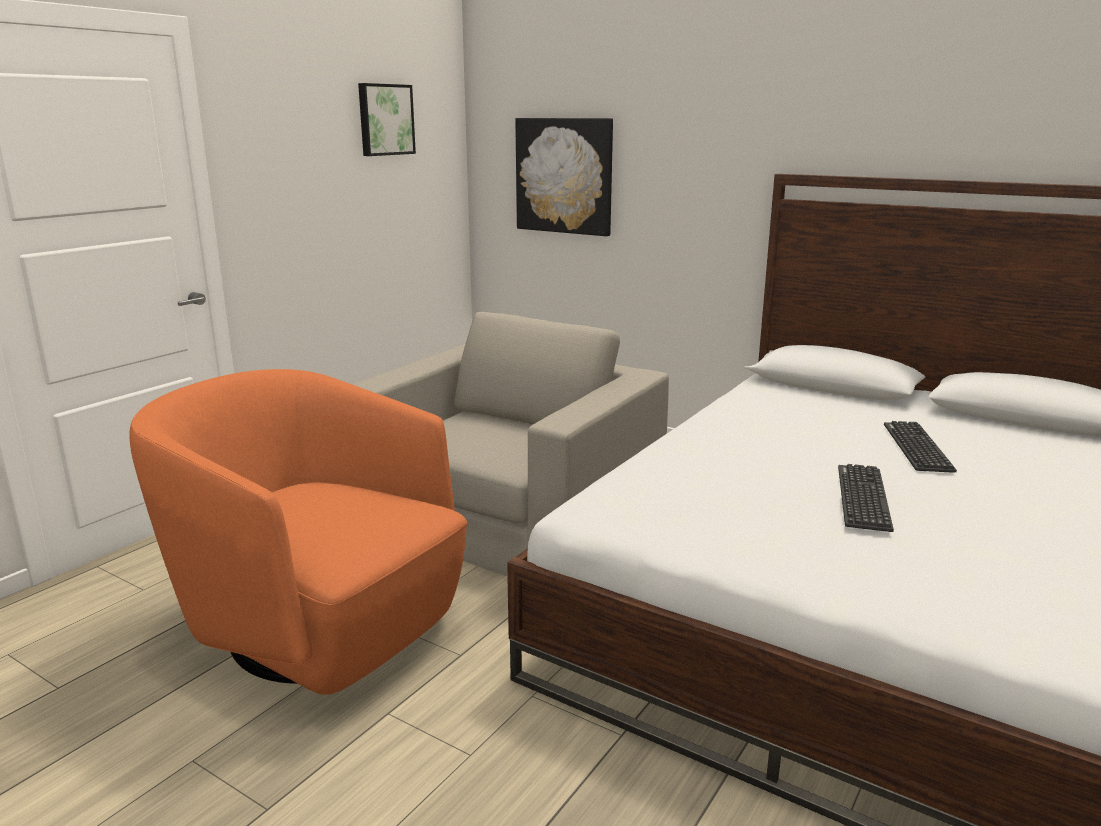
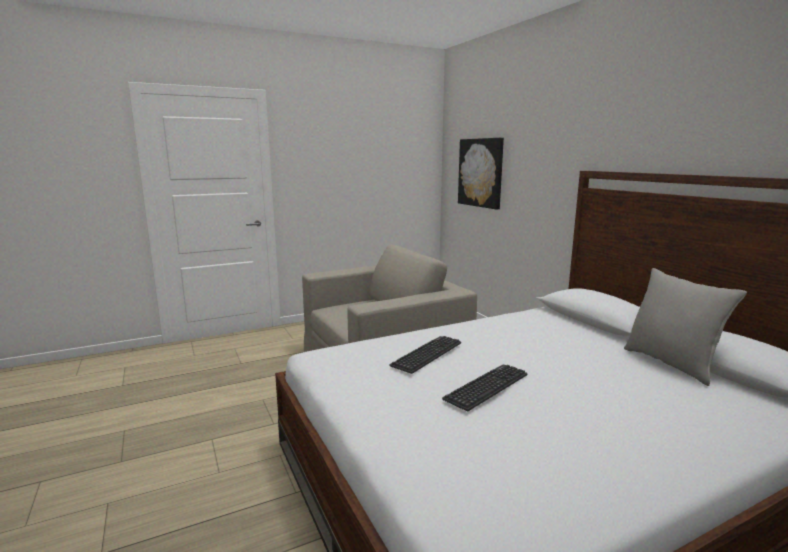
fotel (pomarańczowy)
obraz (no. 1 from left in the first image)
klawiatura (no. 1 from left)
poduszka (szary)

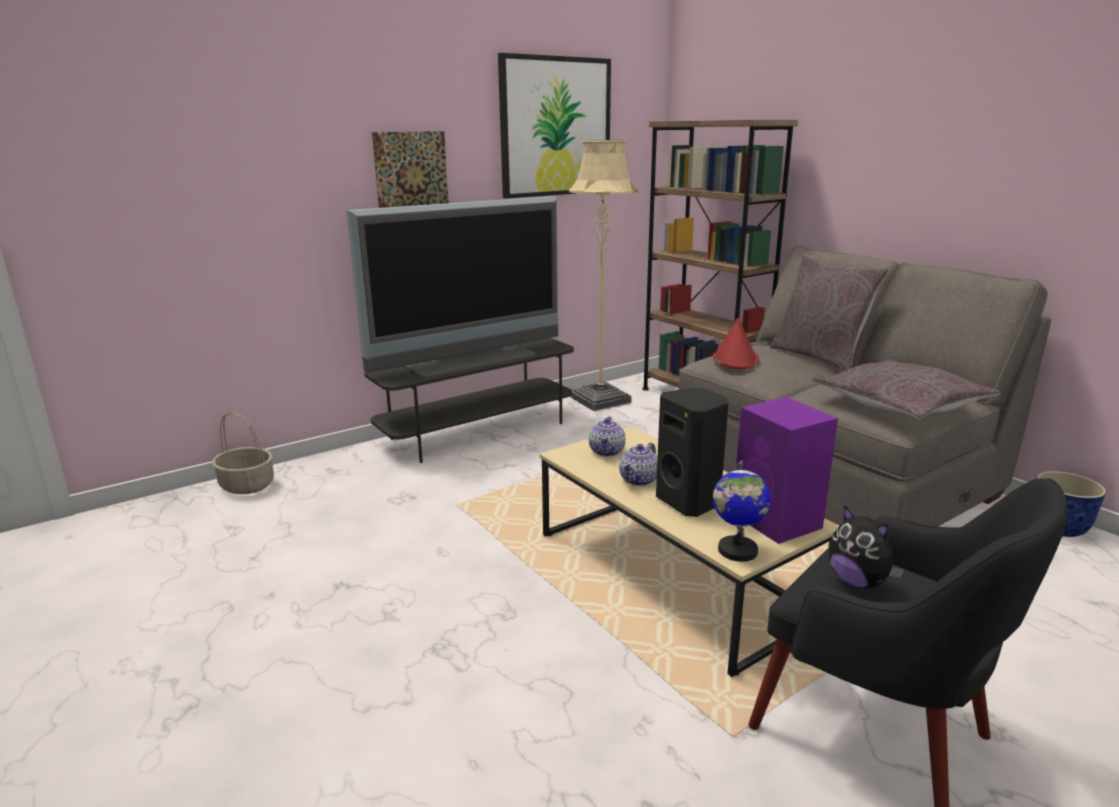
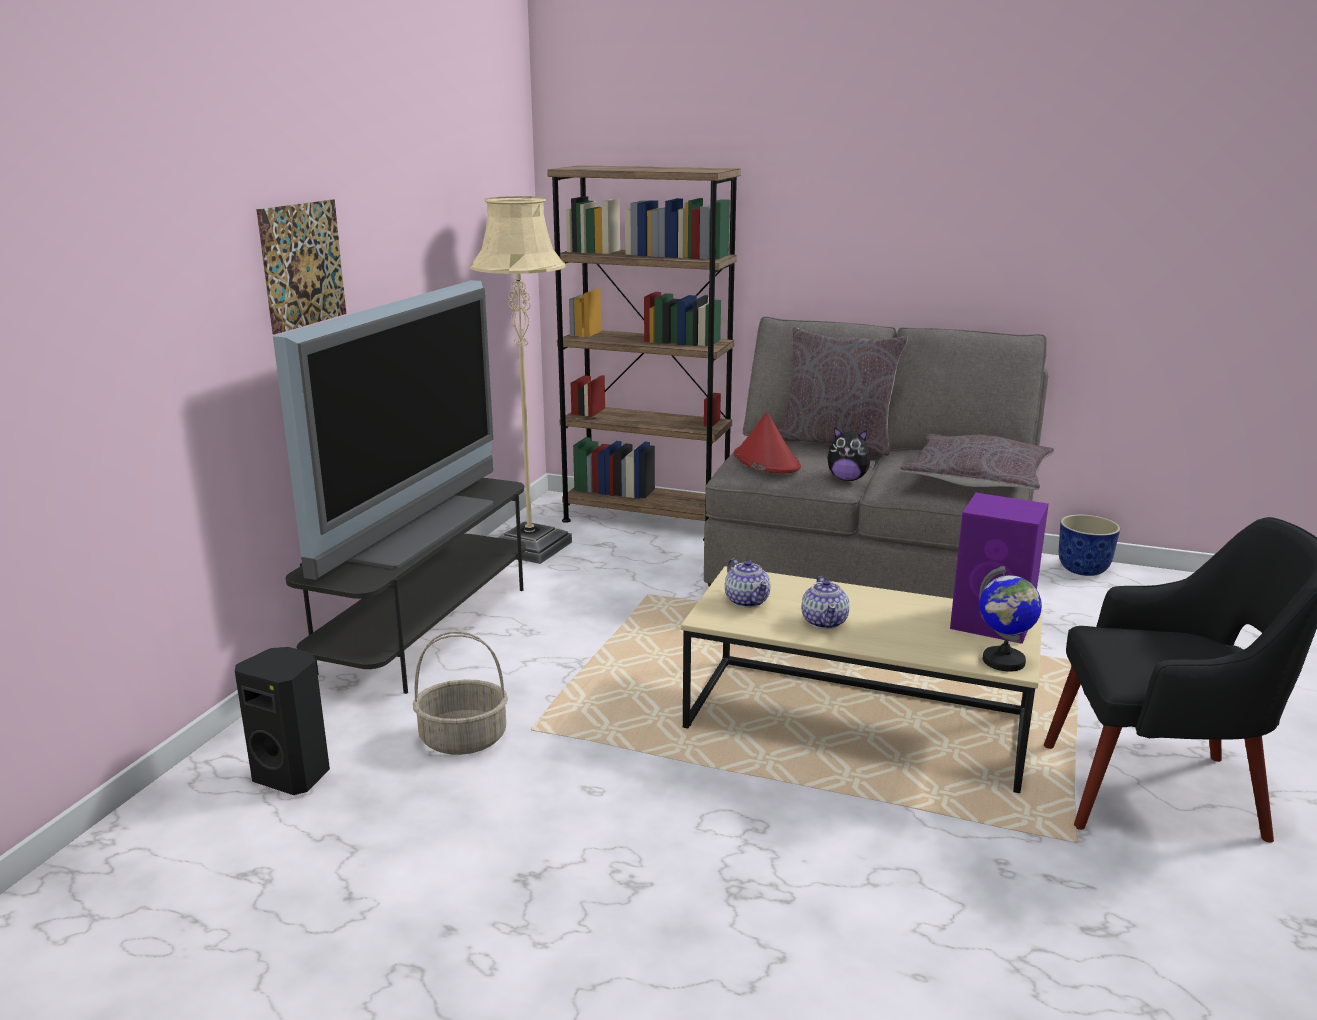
koszyk
obraz (no. 2 from left in the first image)
głośnik (czarny)
pluszak

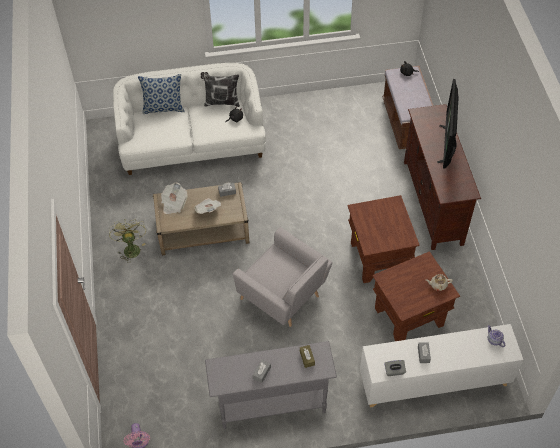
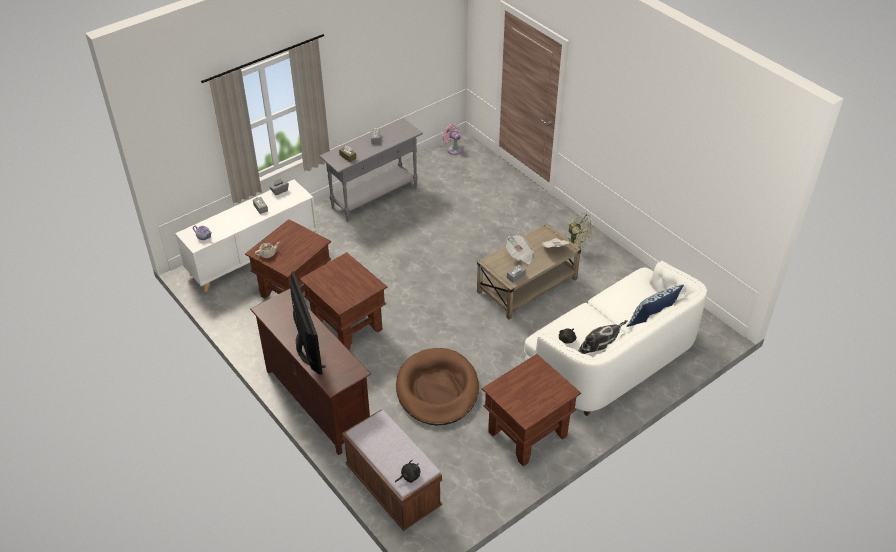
fotel (szary)
legowisko (brązowy)
stolik (brązowy) (no. 3 from left)

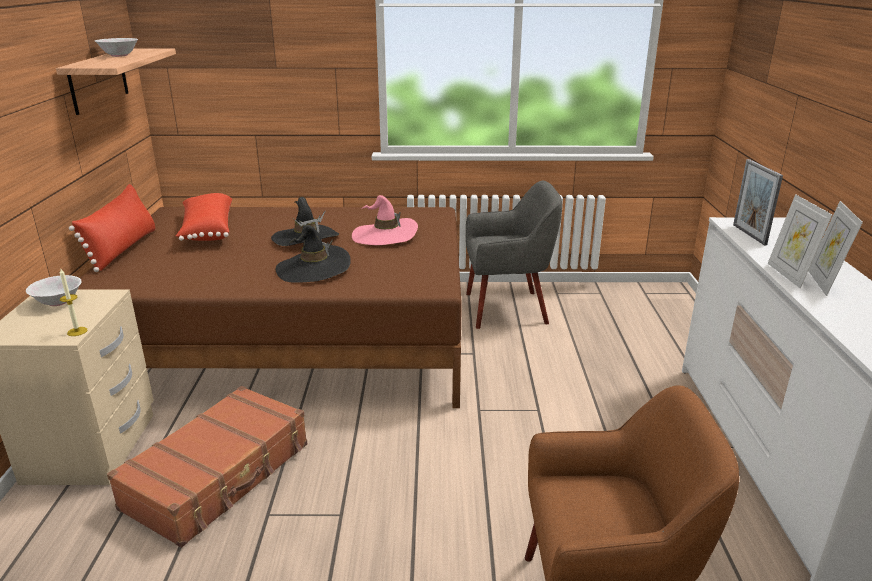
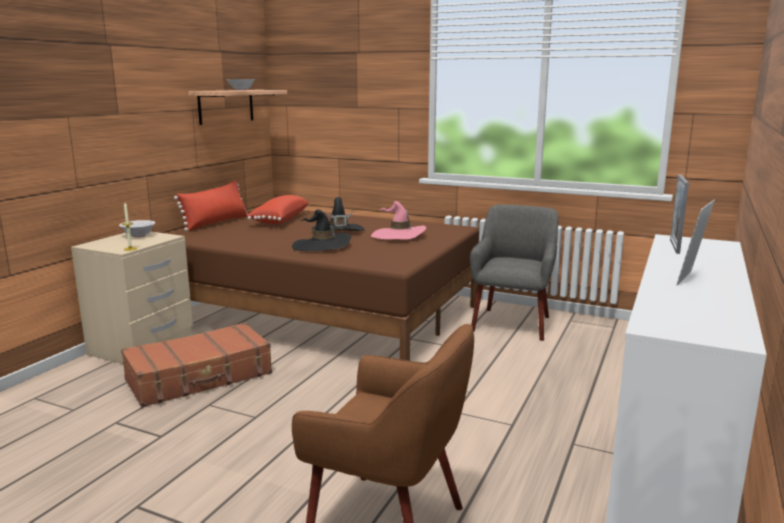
fotel (szary)
ramka na zdjęcie (no. 2 from left in the first image)

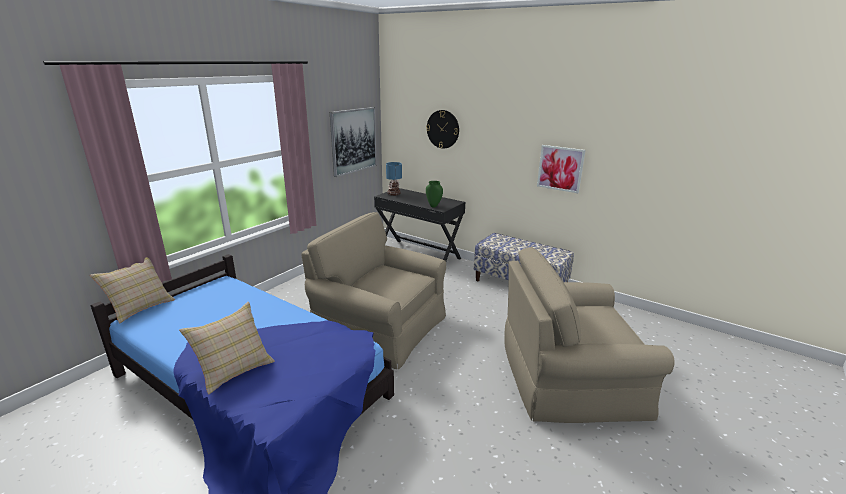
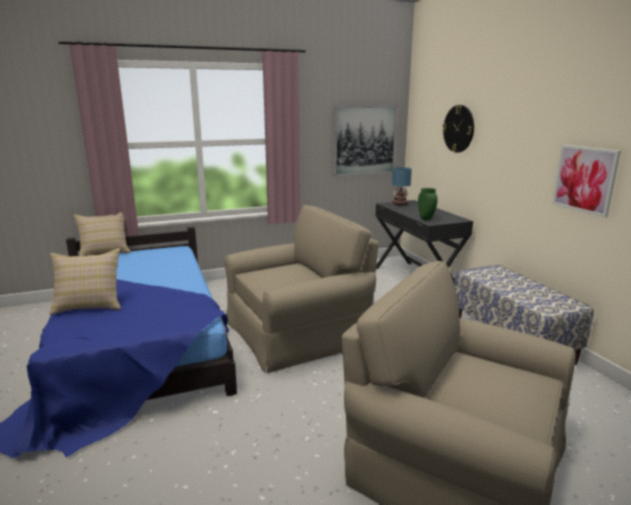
fotel (beżowy) (no. 1 from left)

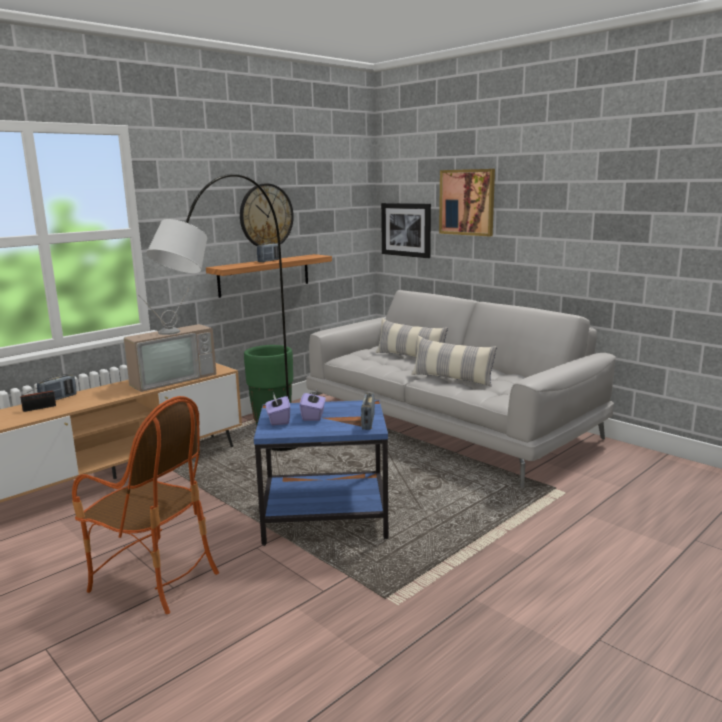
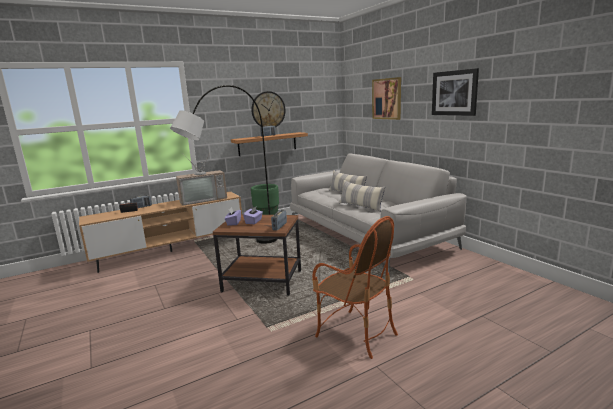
fotel
stolik (brązowy)
obraz (no. 2 from left)

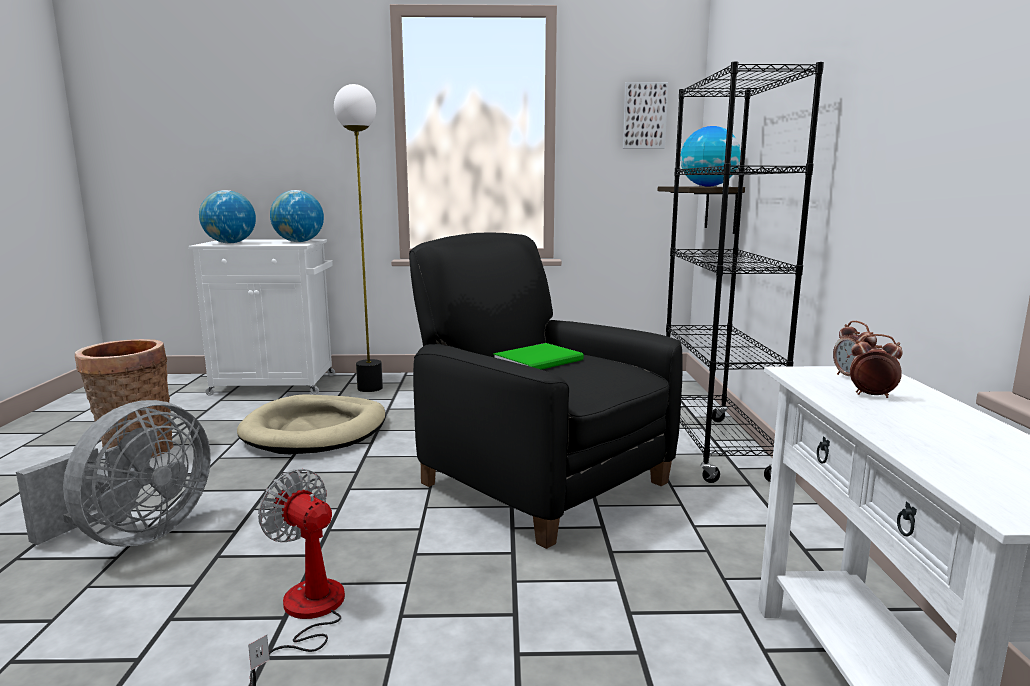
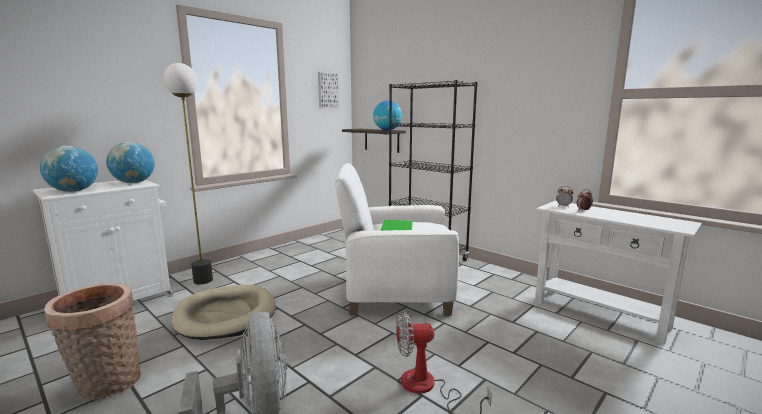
fotel (biały)

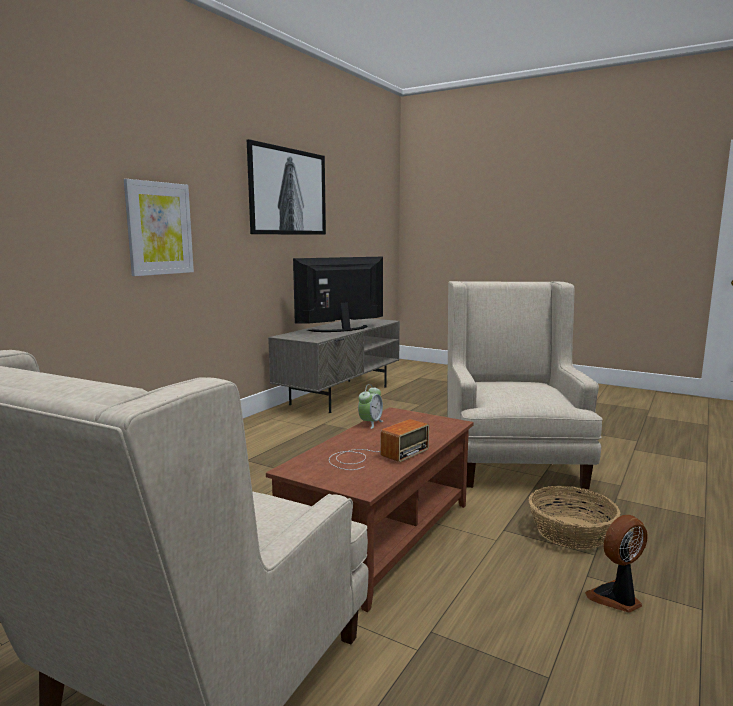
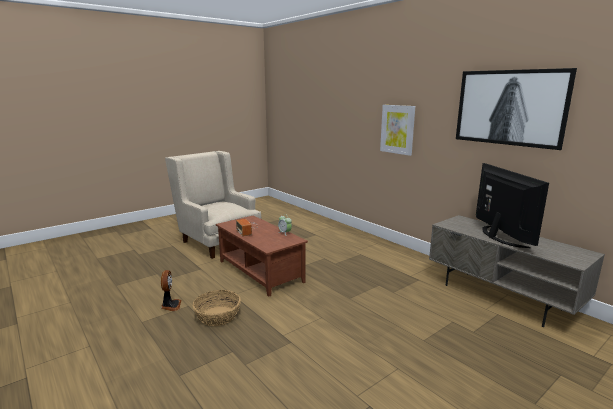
fotel (beżowy) (no. 2 from left in the first image)

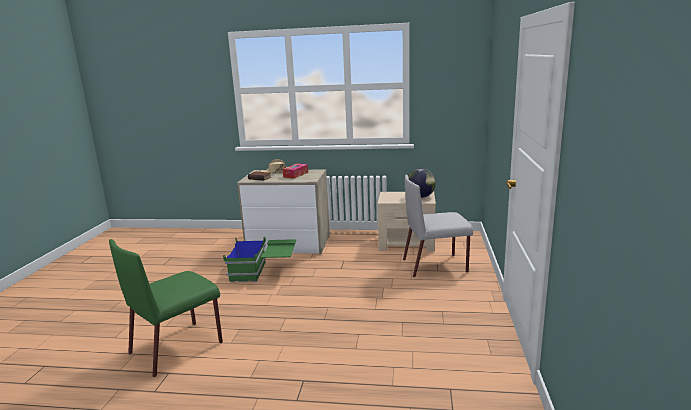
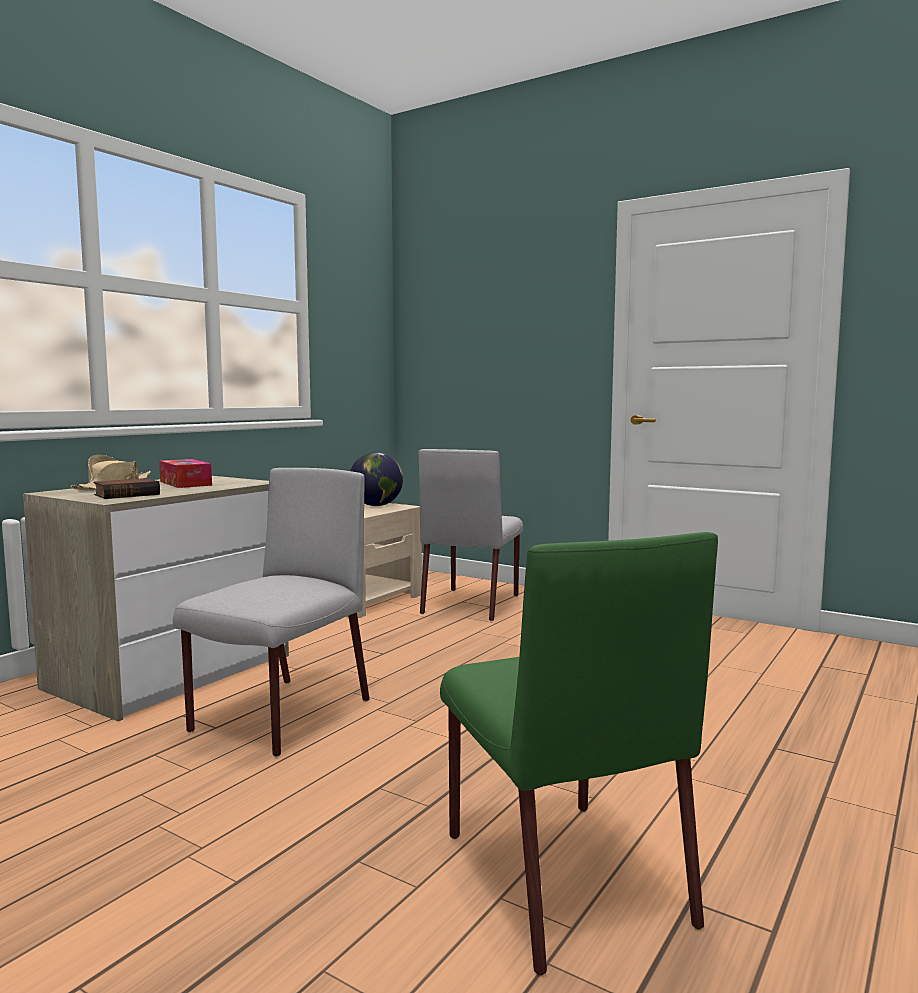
krzesło (szary) (no. 1 from left)

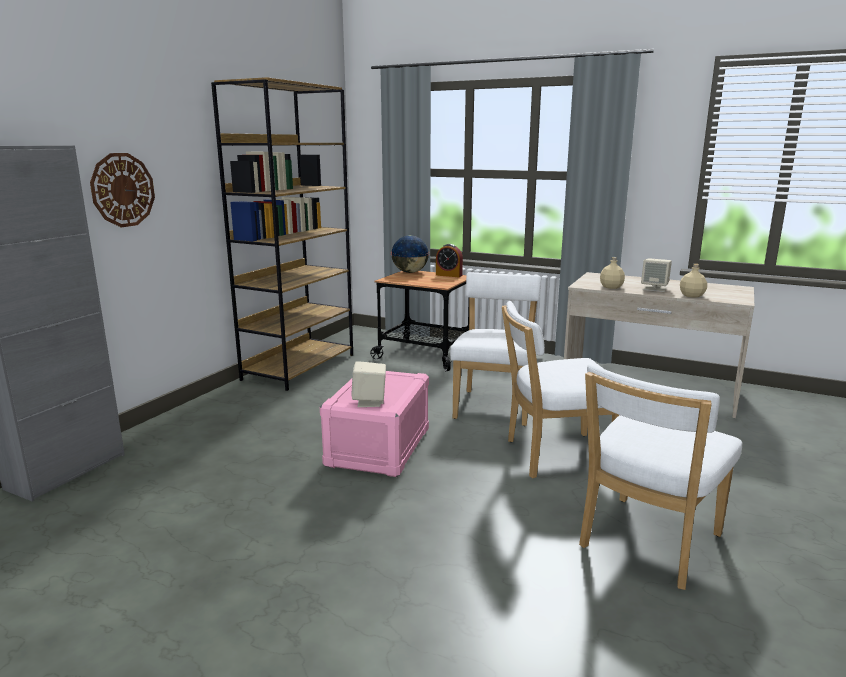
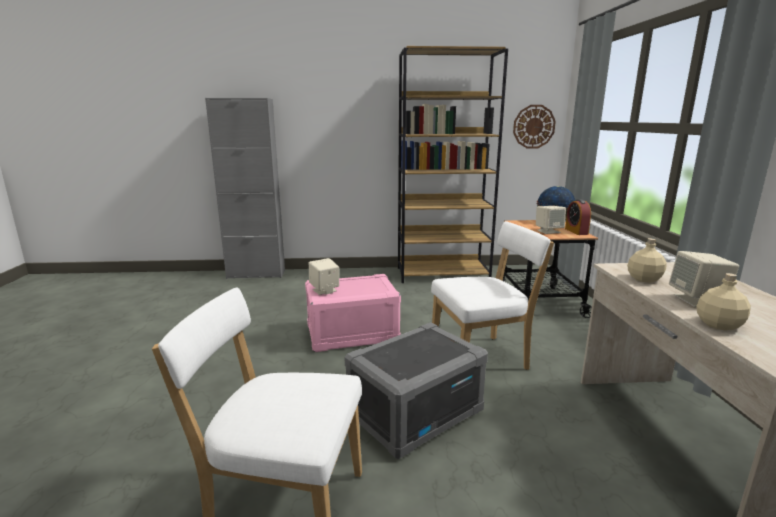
zegar ścienny
pojemnik do przechowywania (szary)
głośnik (beżowy) (no. 2 from left)

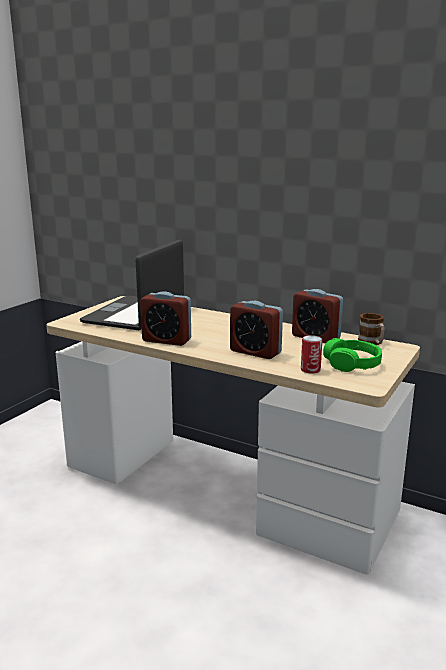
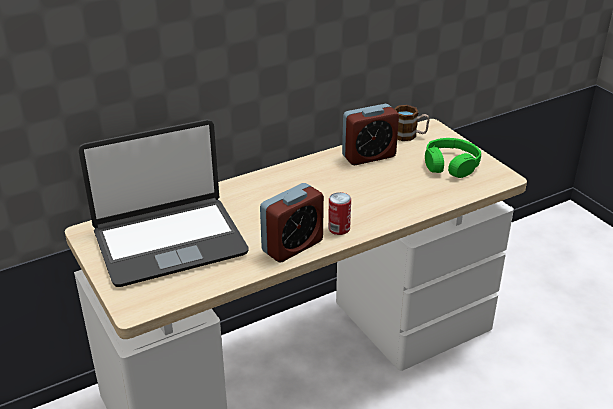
laptop
budzik (no. 2 from left in the first image)
puszka

